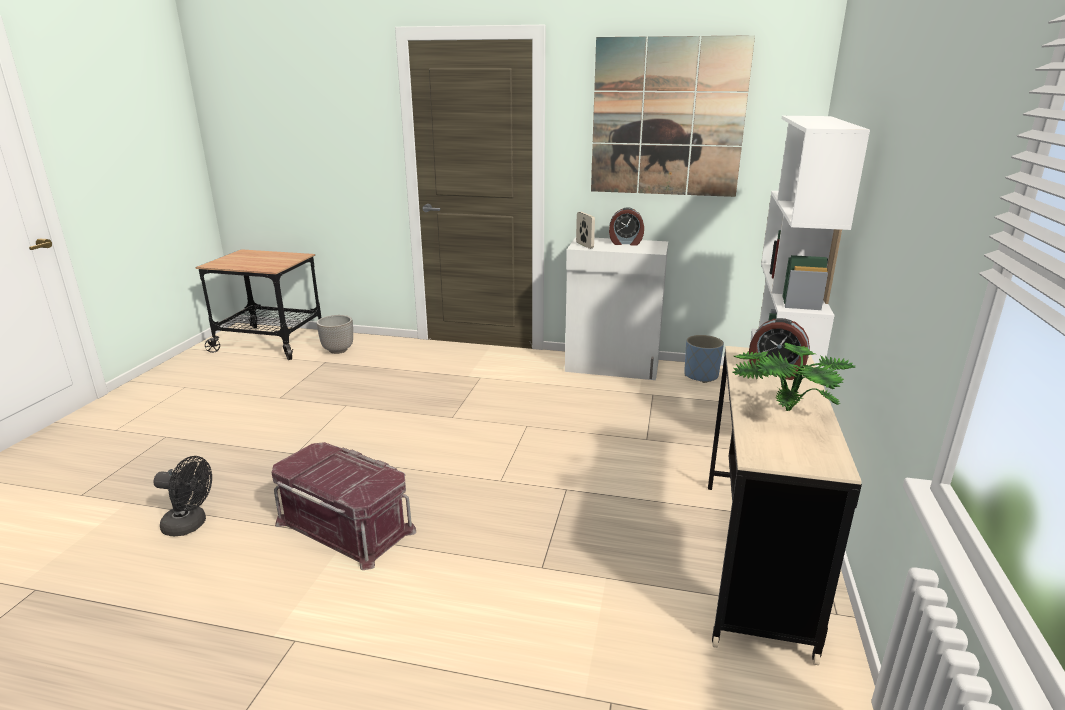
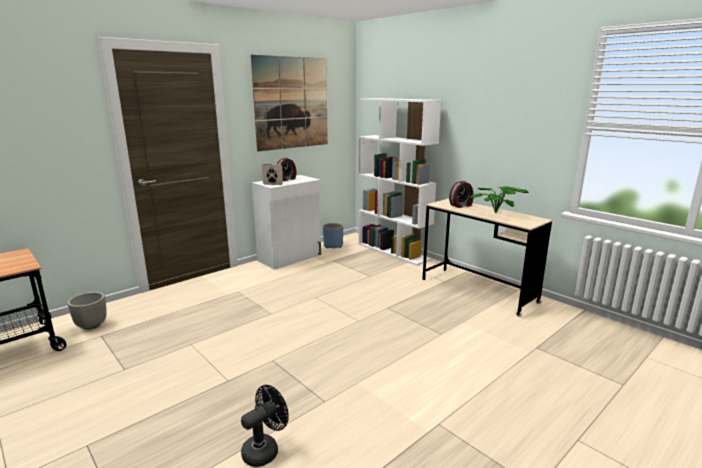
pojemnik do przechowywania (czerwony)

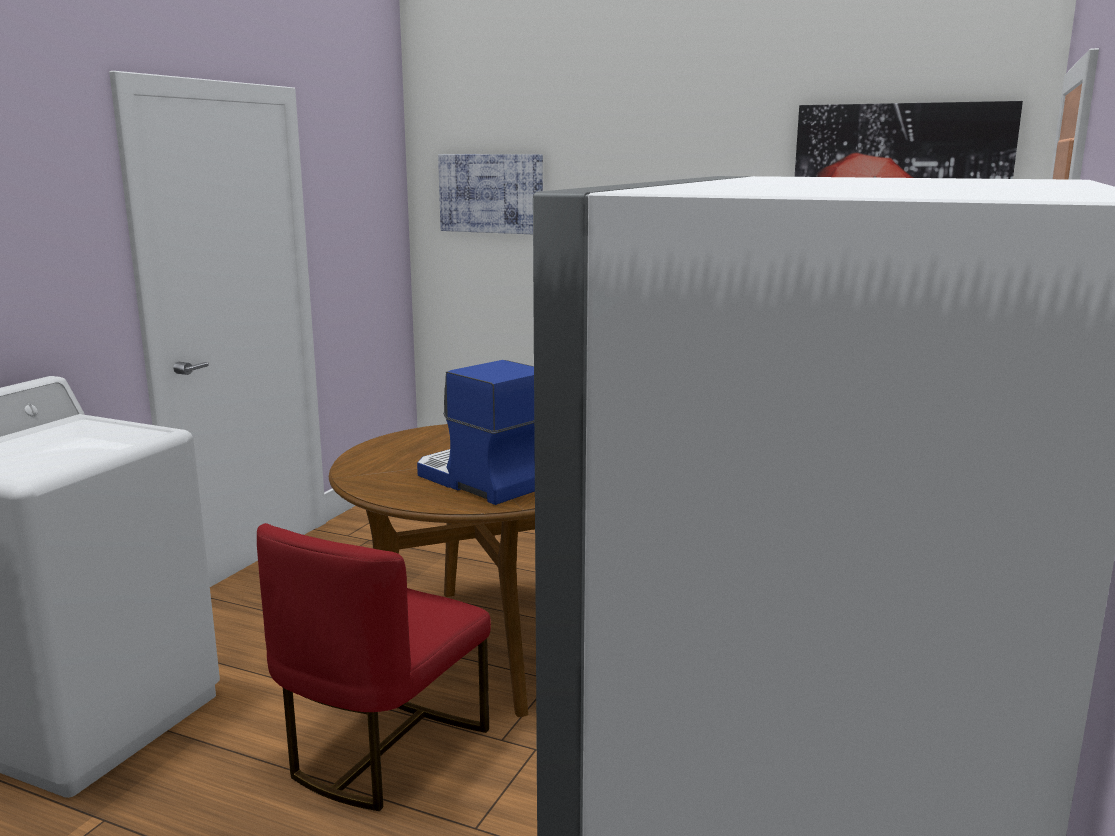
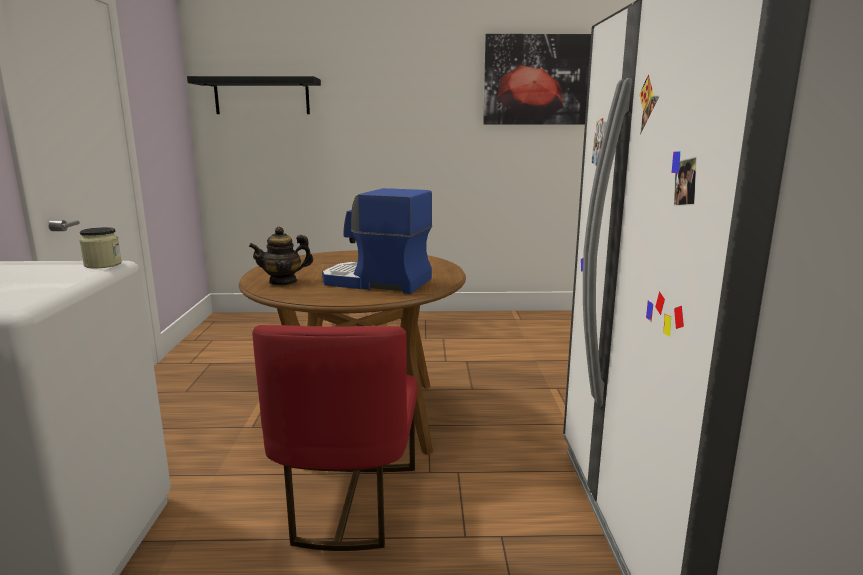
półka (czarny)
słoik
imbryk

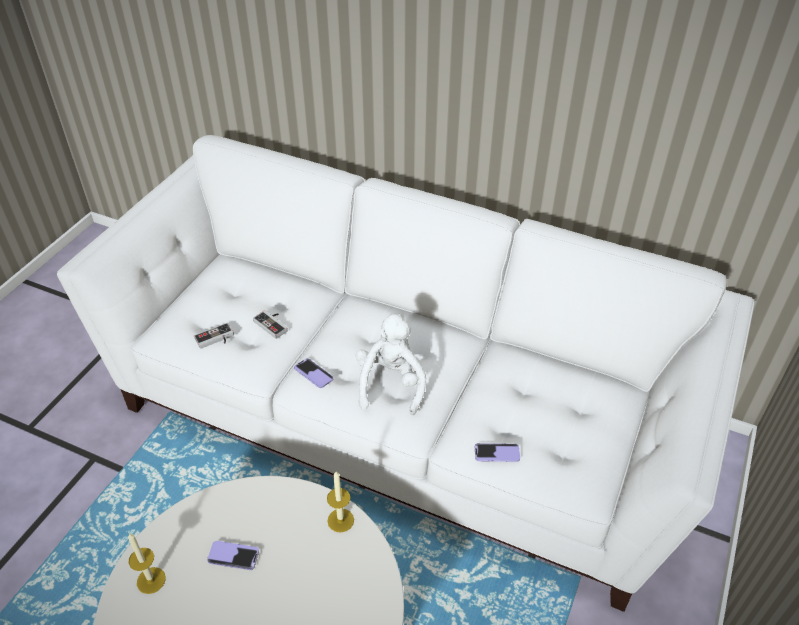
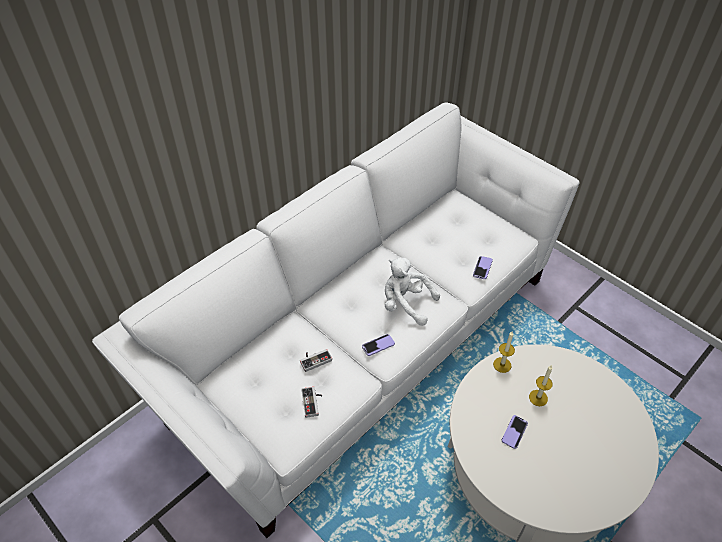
świeca (no. 2 from left)

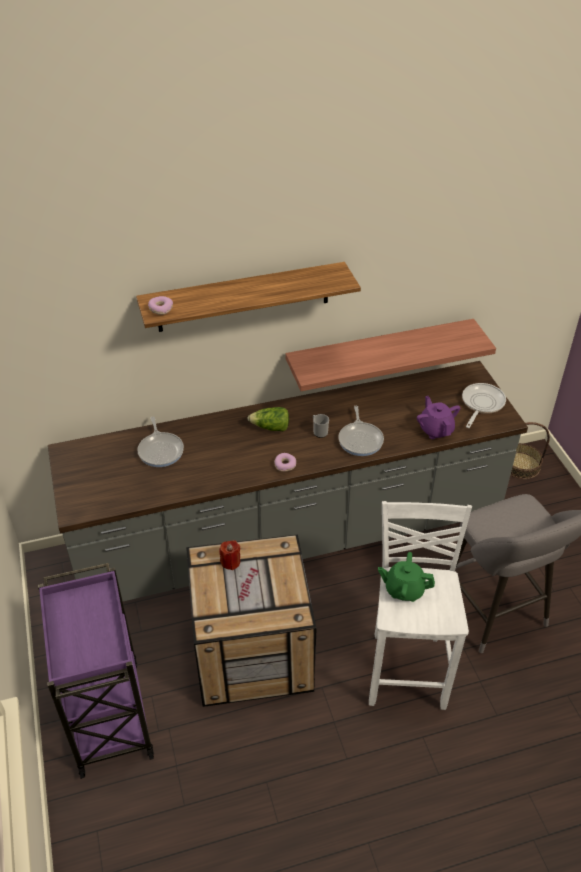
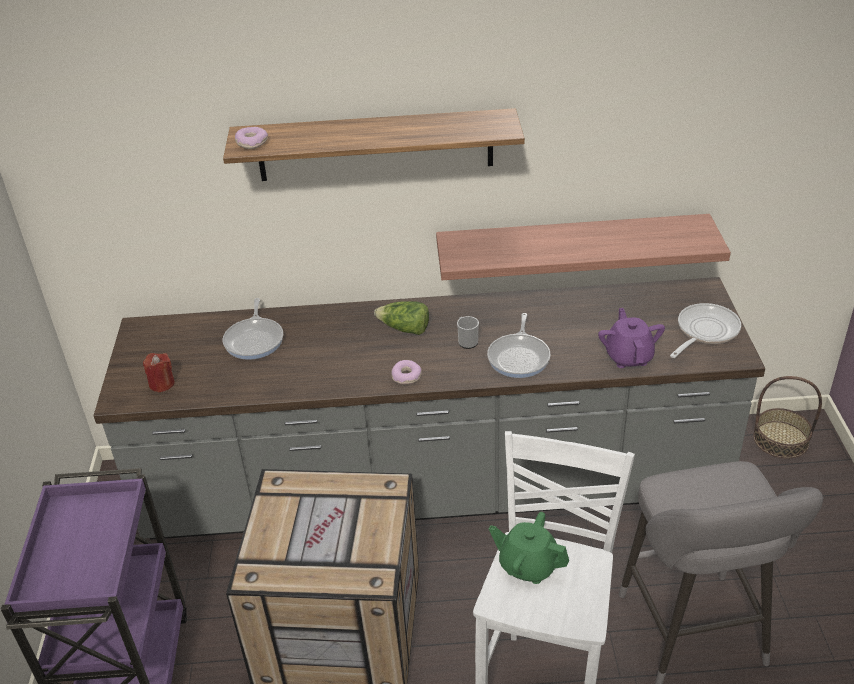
świeca (czerwony)

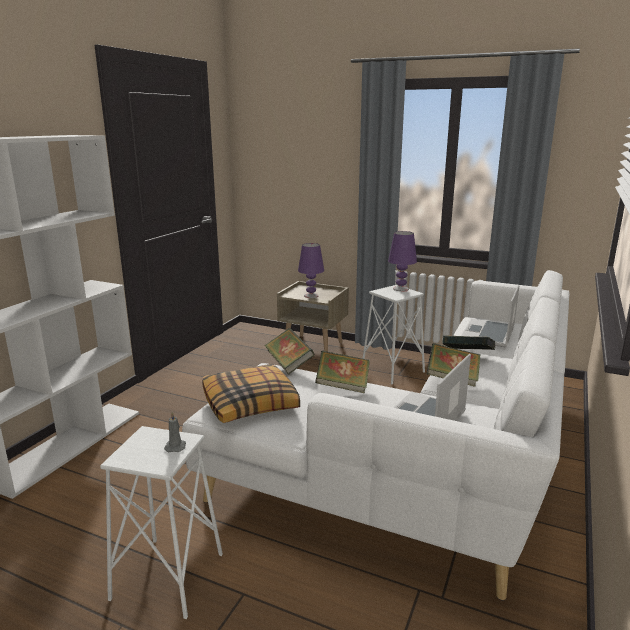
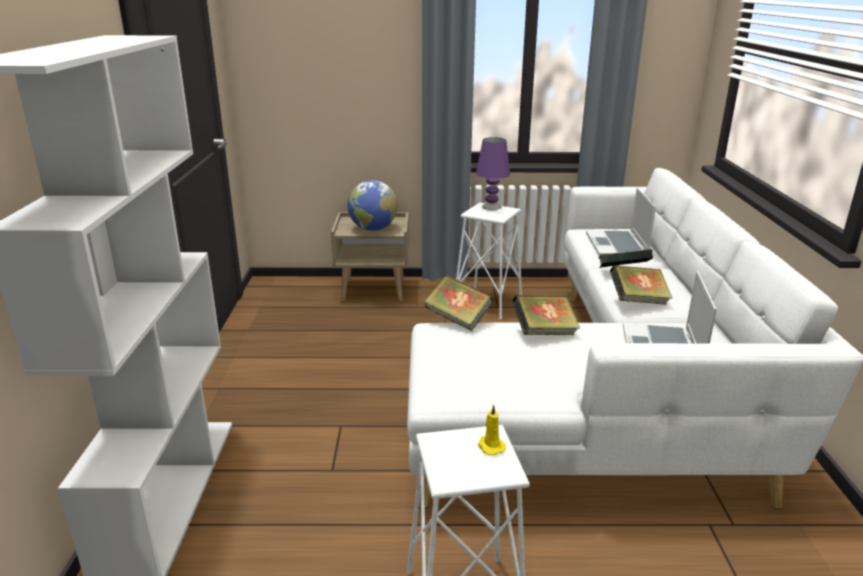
świeca (żółty)
poduszka
globus

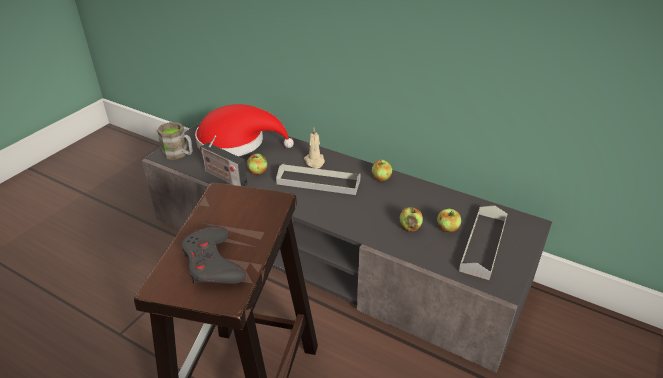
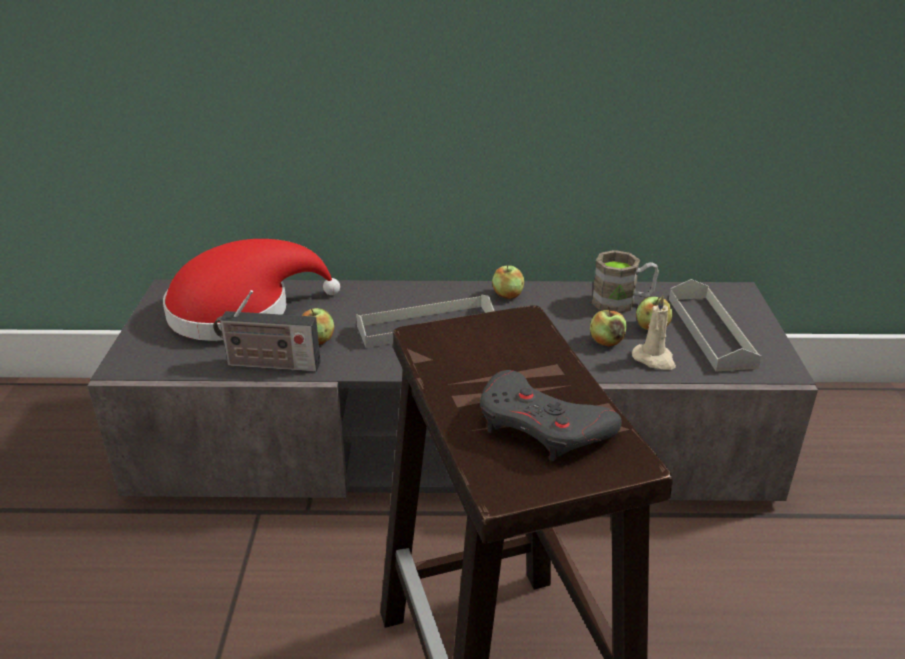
kubek (brązowy)
świeca (beżowy)

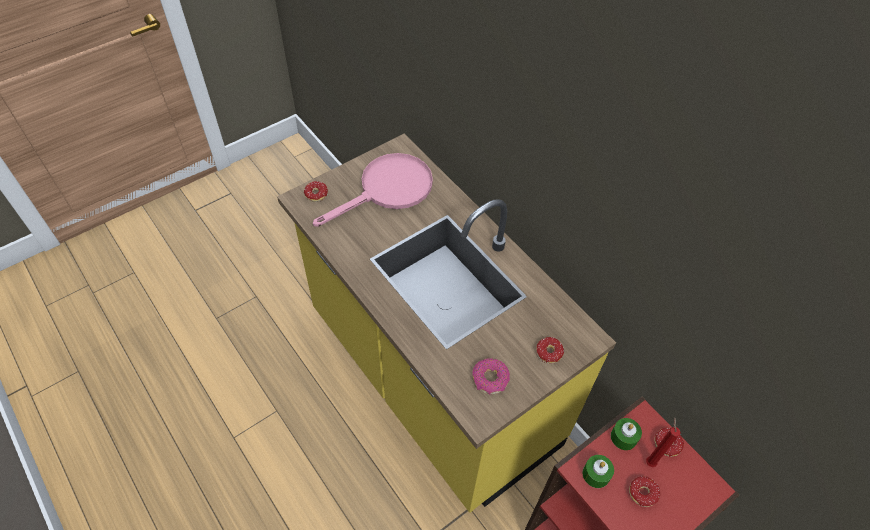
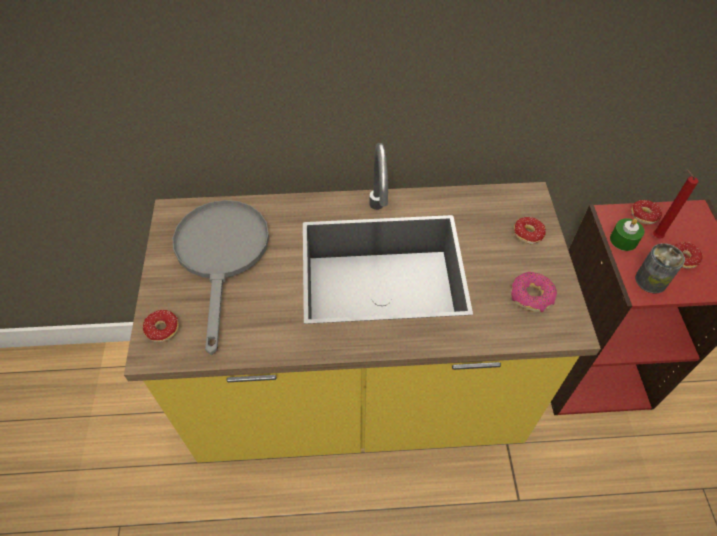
patelnia (szary)
puszka

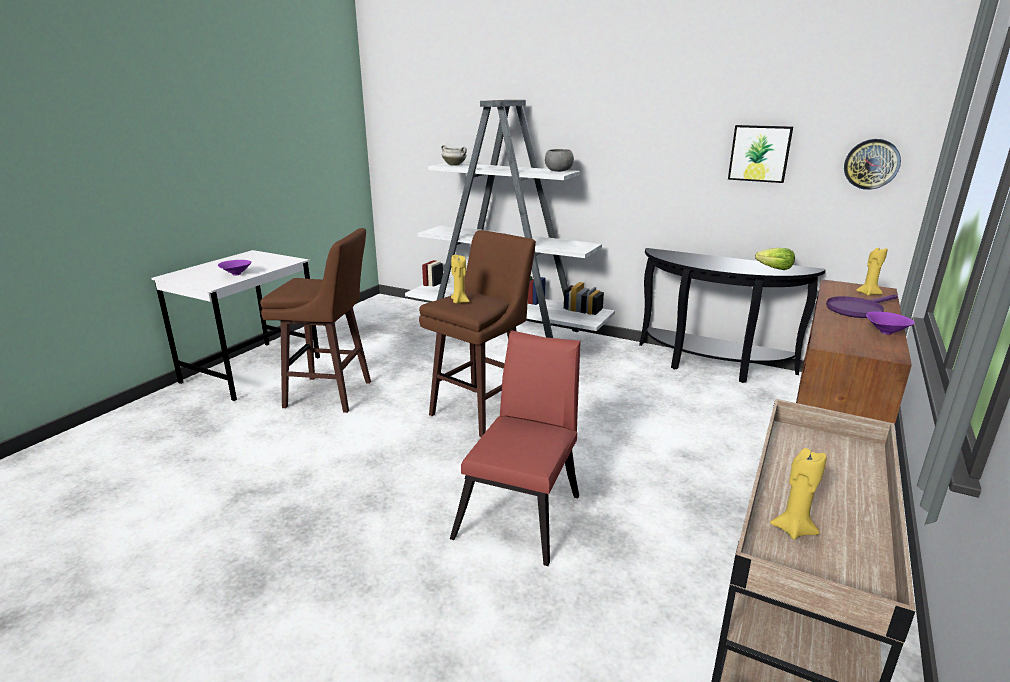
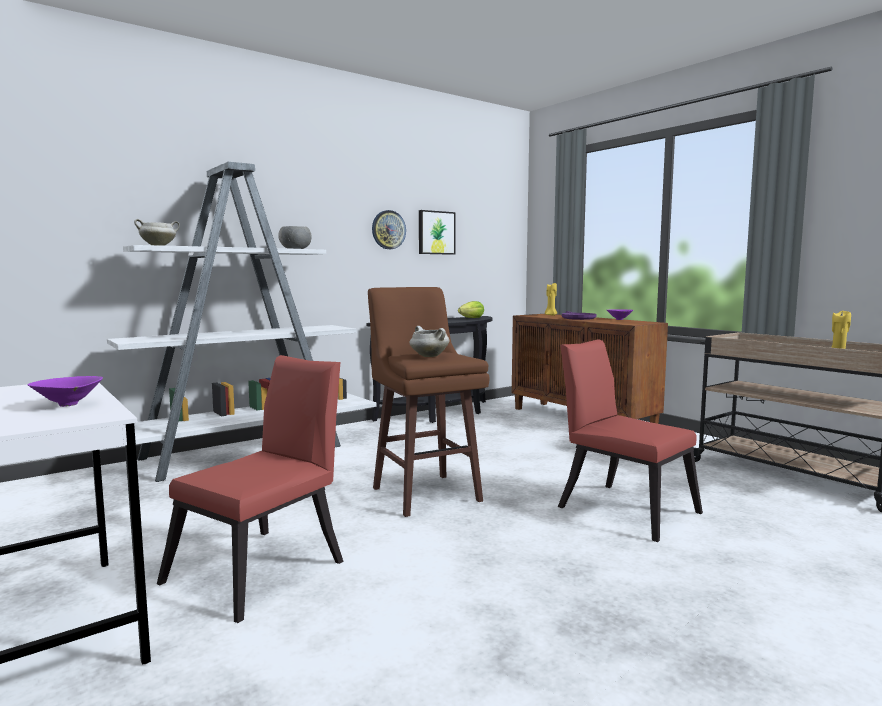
krzesło (czerwony) (no. 1 from left)
garnek (biały) (no. 2 from left)
zegar ścienny

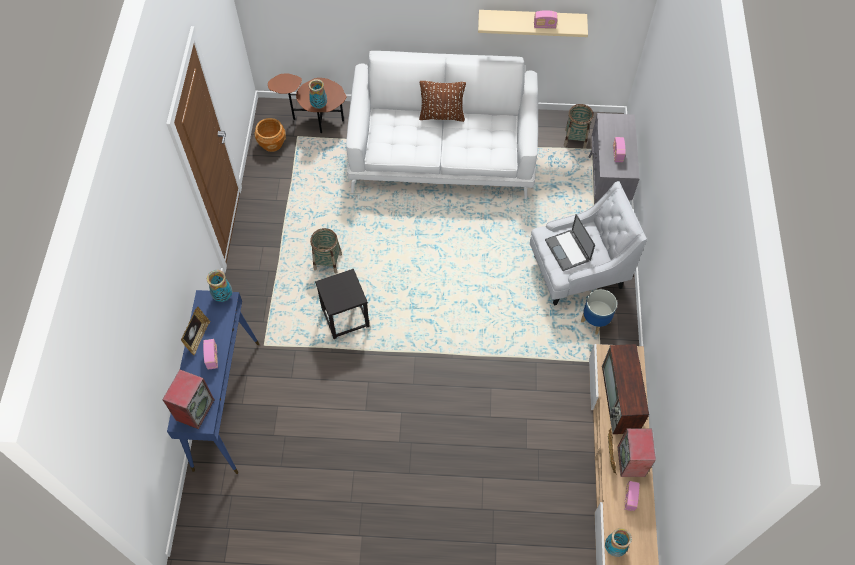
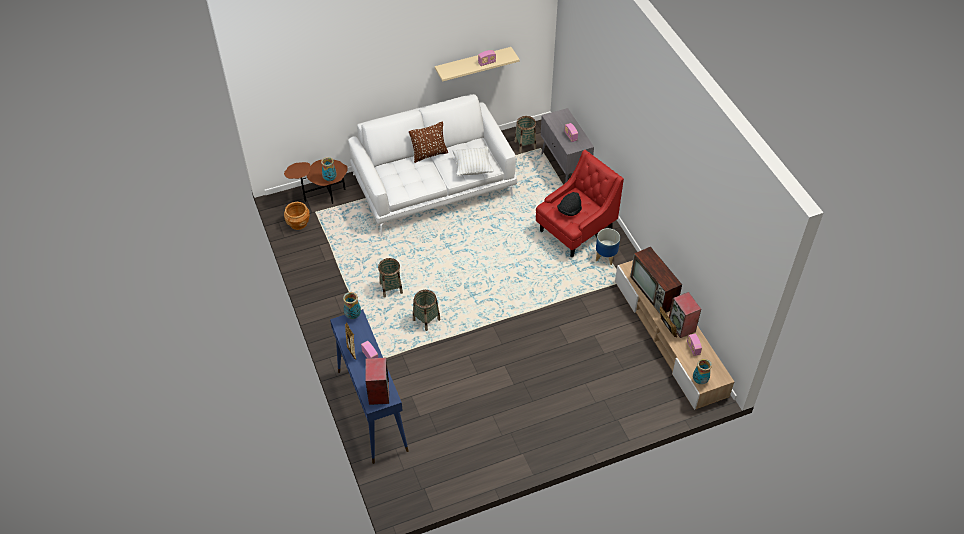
koszyk (no. 2 from left)
fotel (czerwony)
kapelusz (czarny)
poduszka (biały)

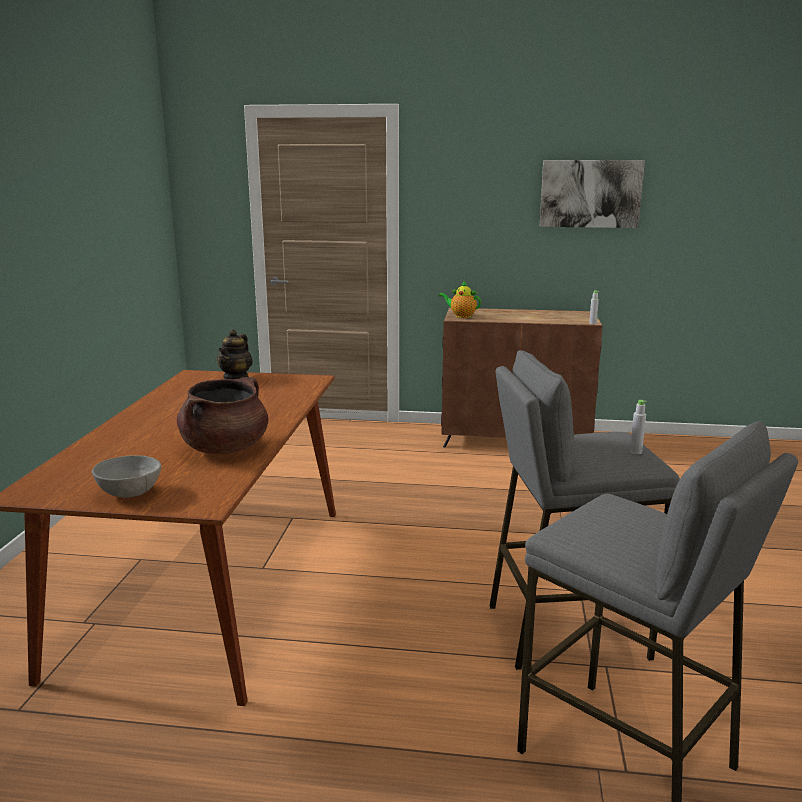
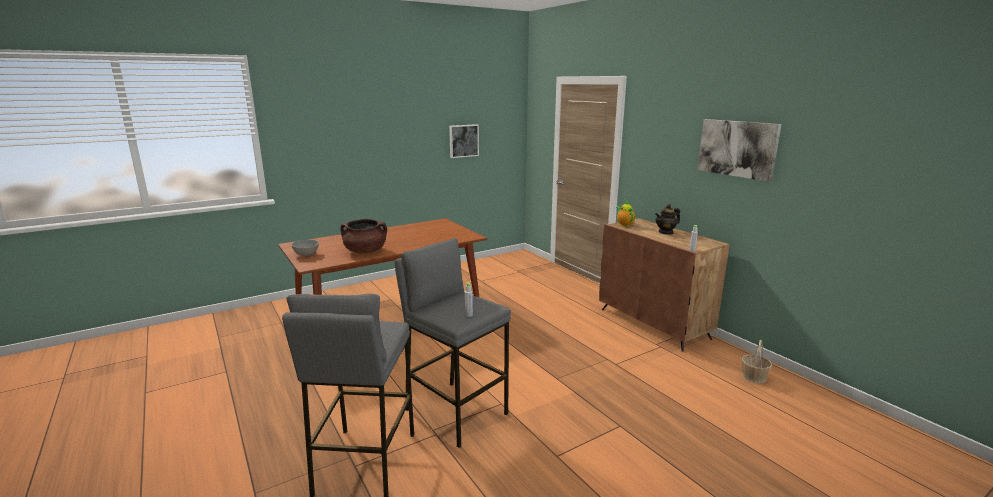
imbryk (no. 2 from left)
obraz (no. 1 from left)
koszyk

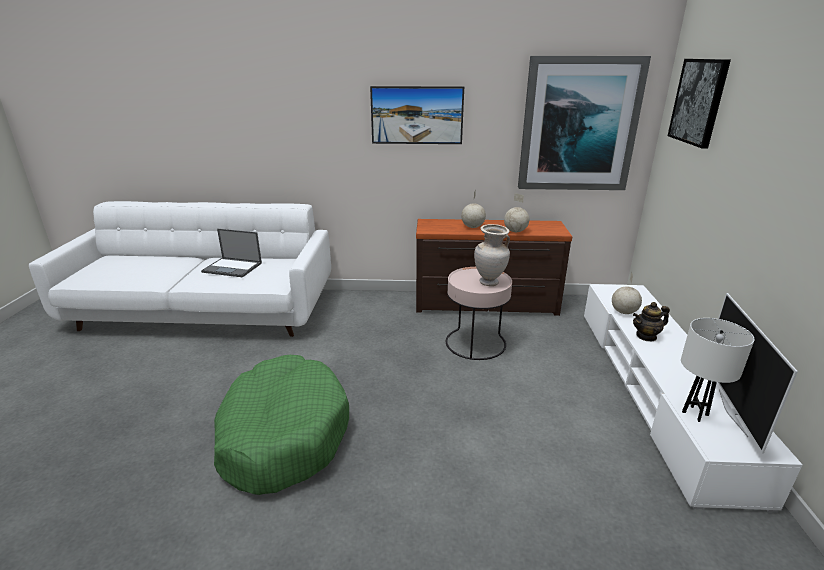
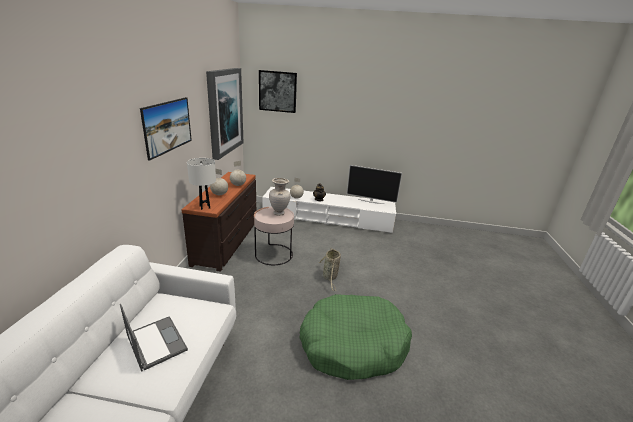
laptop
lampa stołowa (biały)
koszyk

